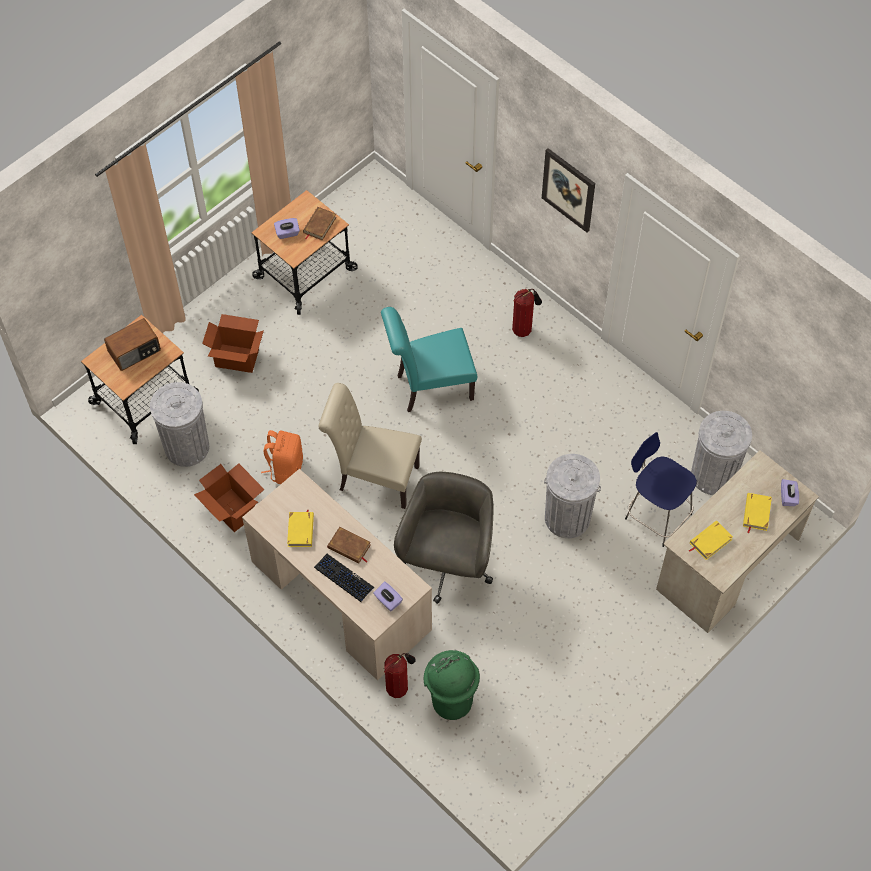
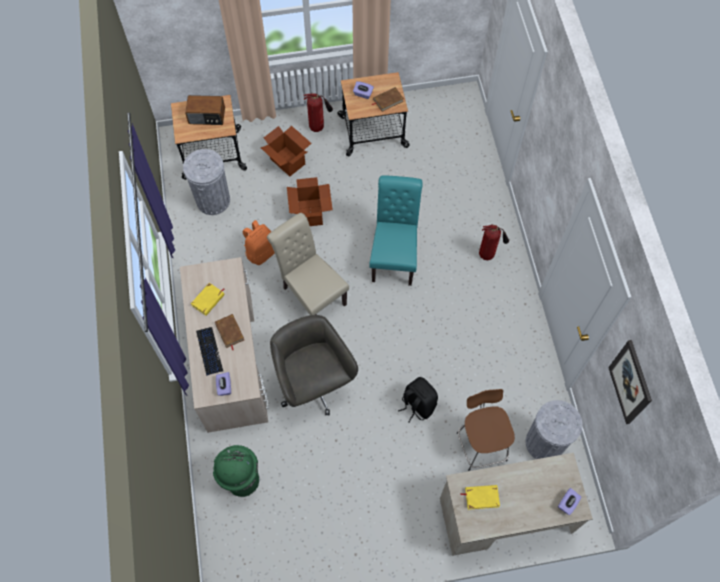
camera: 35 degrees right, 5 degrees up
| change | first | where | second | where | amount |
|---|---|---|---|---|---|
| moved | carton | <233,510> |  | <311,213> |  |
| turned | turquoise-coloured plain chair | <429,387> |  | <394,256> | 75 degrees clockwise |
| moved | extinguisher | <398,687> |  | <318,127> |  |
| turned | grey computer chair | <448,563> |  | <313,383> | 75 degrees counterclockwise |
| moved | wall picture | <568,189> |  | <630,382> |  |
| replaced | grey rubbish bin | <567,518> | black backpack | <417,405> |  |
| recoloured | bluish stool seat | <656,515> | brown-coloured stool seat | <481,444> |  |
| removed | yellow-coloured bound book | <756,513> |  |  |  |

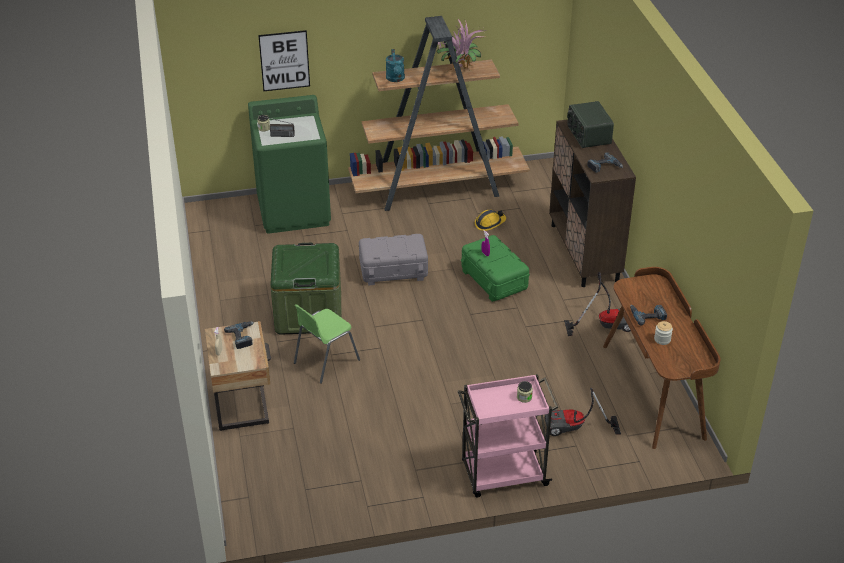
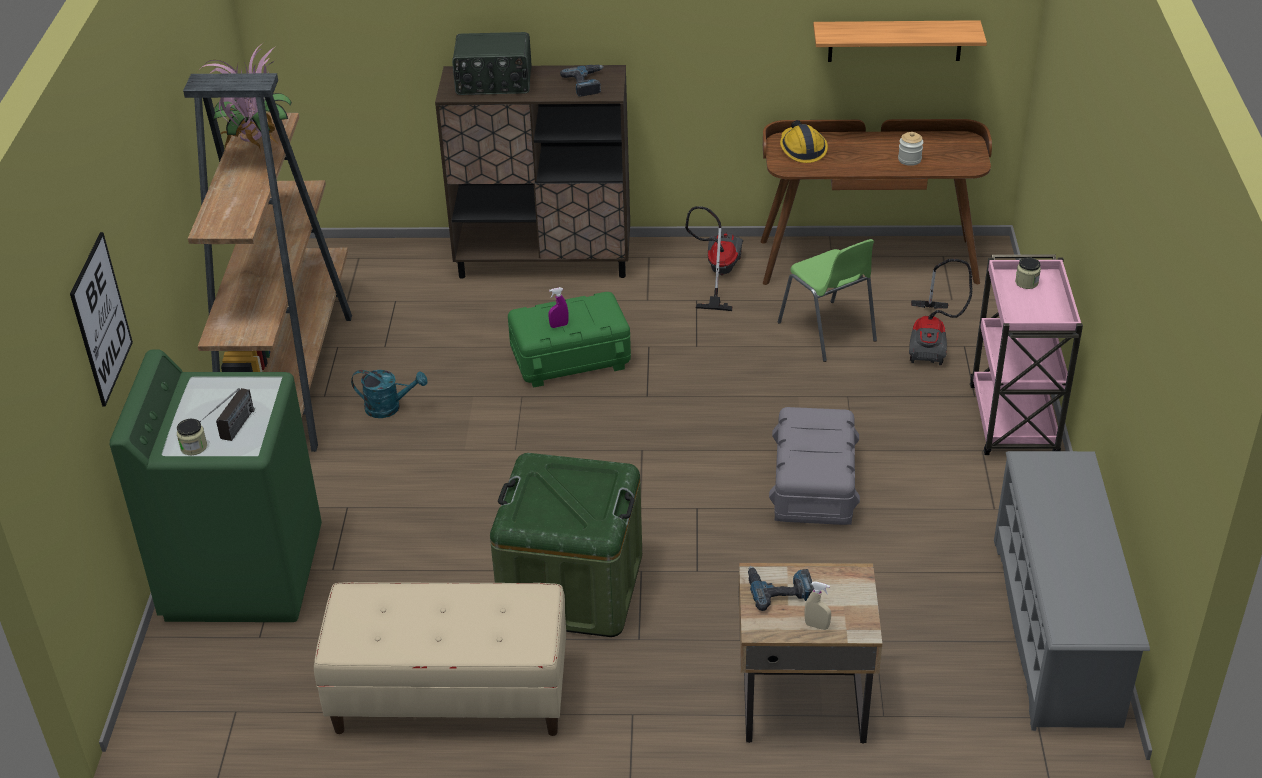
camera: 75 degrees left, 0 degrees up
| change | first | where | second | where | amount |
|---|---|---|---|---|---|
| moved | greenish plain chair | <325,361> |  | <827,332> |  |
| moved | grey storage box | <393,270> |  | <814,487> |  |
| moved | turquoise-coloured watering can | <395,79> |  | <389,407> |  |
| moved | work helmet | <489,223> |  | <802,149> |  |
| removed | drill | <647,315> |  |  |  |
| added |  |  | beige bench | <450,697> |  |
| added |  |  | wall shelf | <895,40> |  |
| added |  |  | grey shoe shelf | <1056,630> |  |

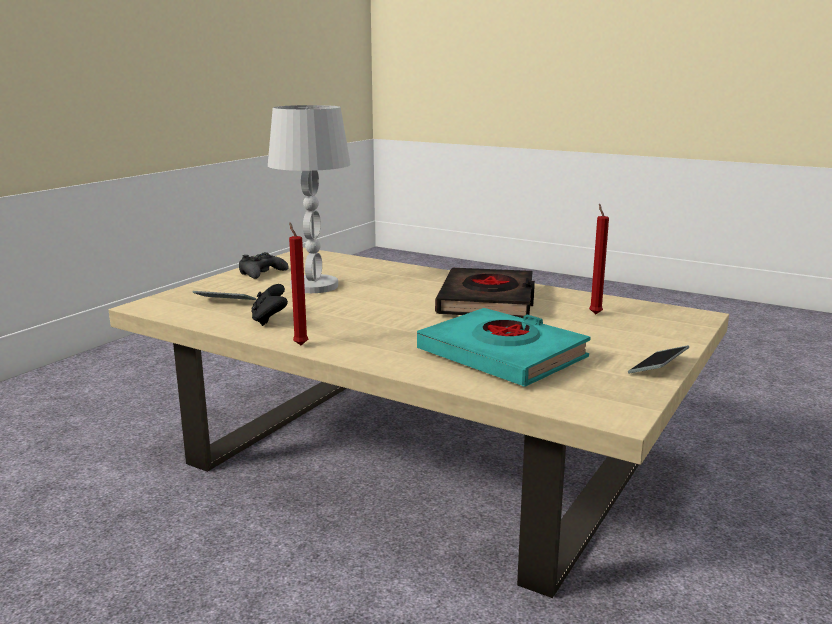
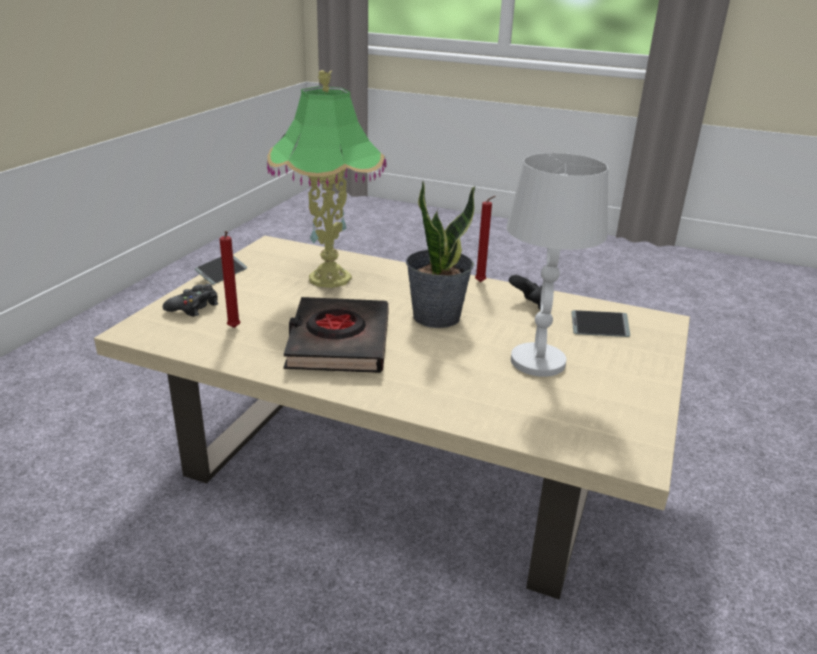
camera: 170 degrees right, 10 degrees up
| change | first | where | second | where | amount |
|---|---|---|---|---|---|
| moved | black gamepad | <261,273> |  | <194,307> |  |
| replaced | turquoise-coloured bound book | <502,355> | lamp for a table | <330,279> |  |
| added |  |  | plant in a pot | <436,316> |  |

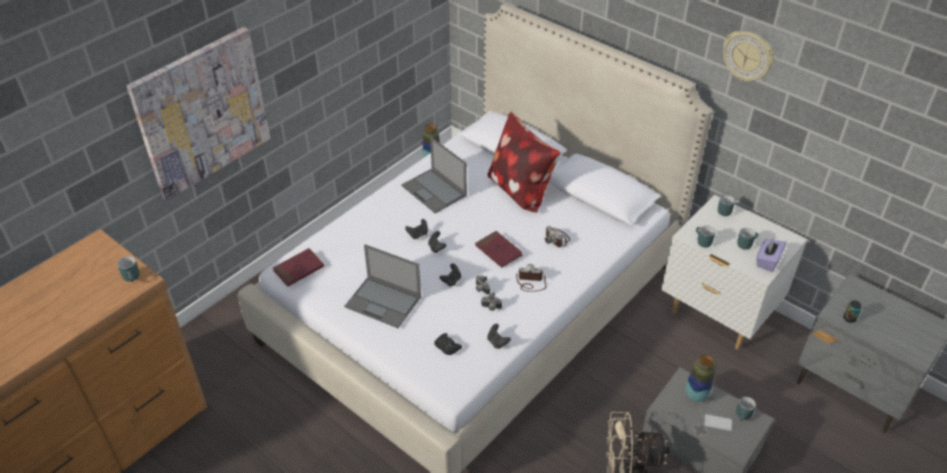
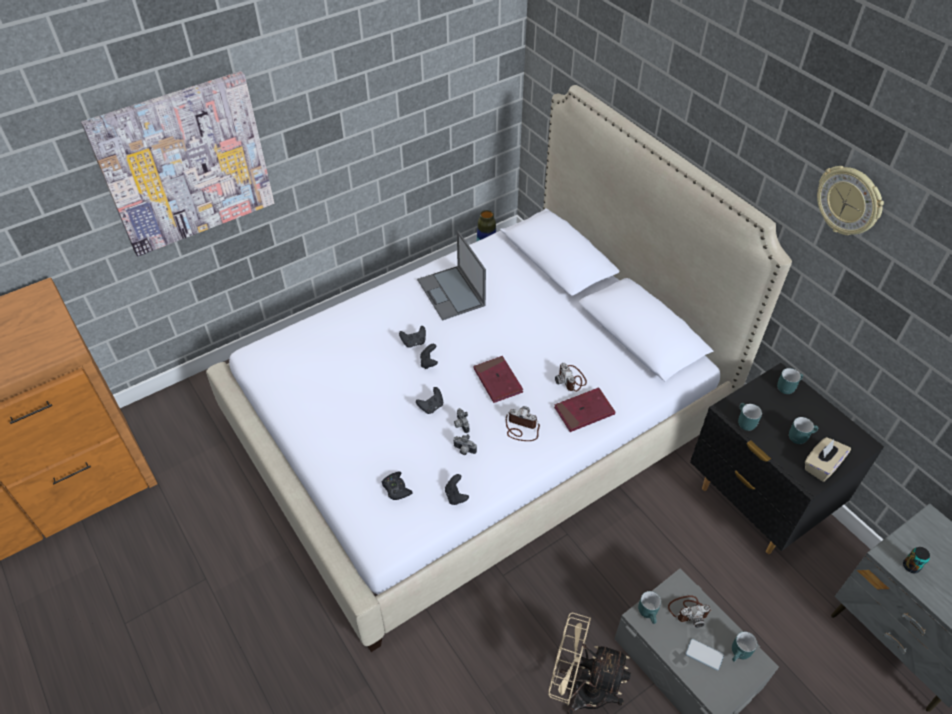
camera: 15 degrees right, 5 degrees up
| change | first | where | second | where | amount |
|---|---|---|---|---|---|
| moved | turquoise-coloured tea mug | <133,277> |  | <649,613> |  |
| moved | red bound book | <299,269> |  | <584,411> |  |
| removed | laptop | <384,302> |  |  |  |
| removed | throw pillow | <520,189> |  |  |  |
| recoloured | white-coloured bedside table | <717,316> | black bedside table | <756,504> |  |
| replaced | decorative vase | <696,395> | photo camera | <688,611> |  |
| recoloured | purple tissue holder | <767,261> | beige tissue holder | <821,466> |  |

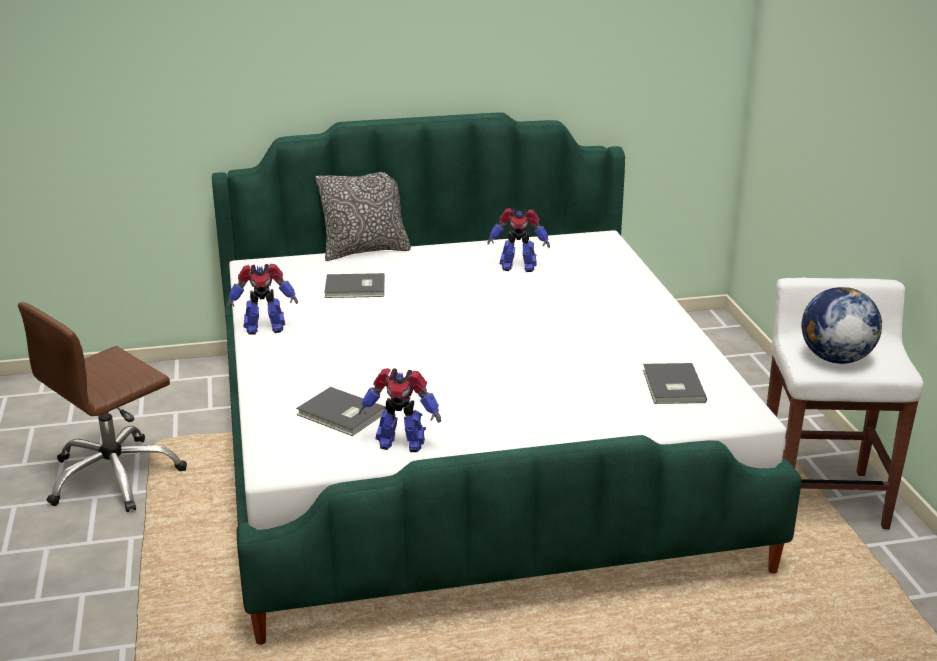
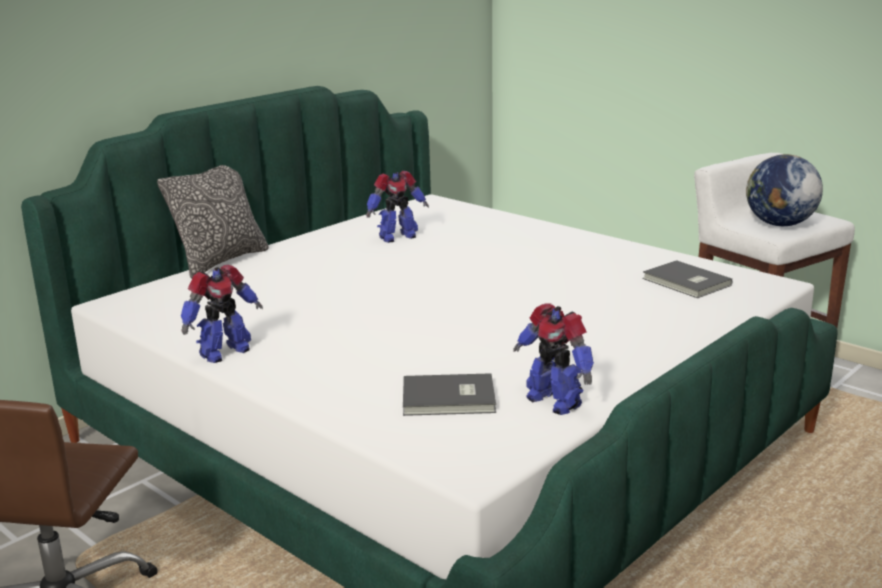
camera: 35 degrees left, 5 degrees down
| change | first | where | second | where | amount |
|---|---|---|---|---|---|
| removed | grey bound book | <356,288> |  |  |  |
| turned | model robot | <401,443> |  | <554,401> | 75 degrees clockwise |

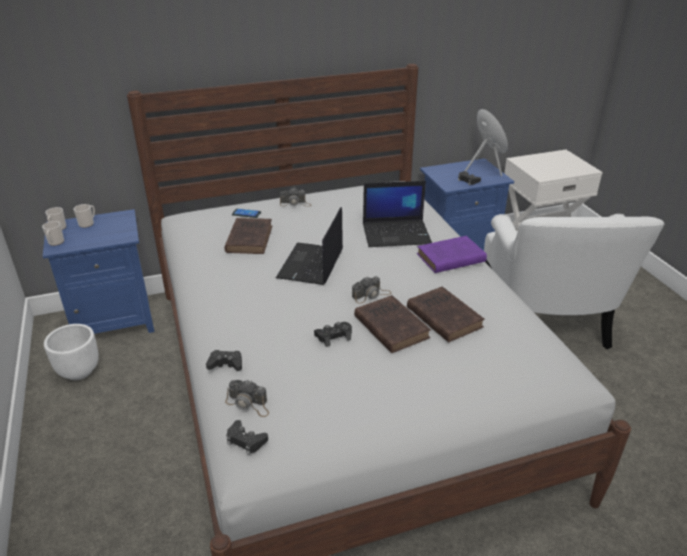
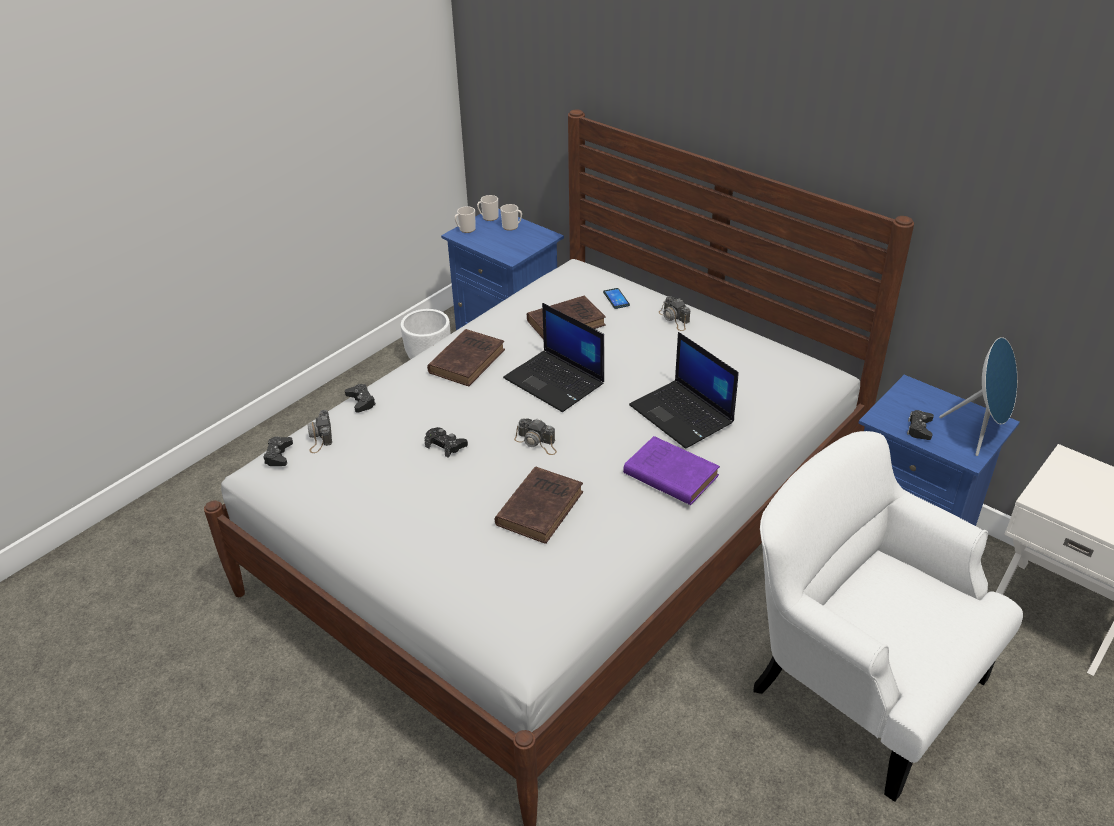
camera: 60 degrees right, 5 degrees up
| change | first | where | second | where | amount |
|---|---|---|---|---|---|
| turned | laptop | <311,265> |  | <555,381> | 120 degrees counterclockwise |
| moved | brown-coloured bound book | <390,326> |  | <468,360> |  |
| turned | white-coloured armchair | <547,318> |  | <860,684> | 75 degrees clockwise |

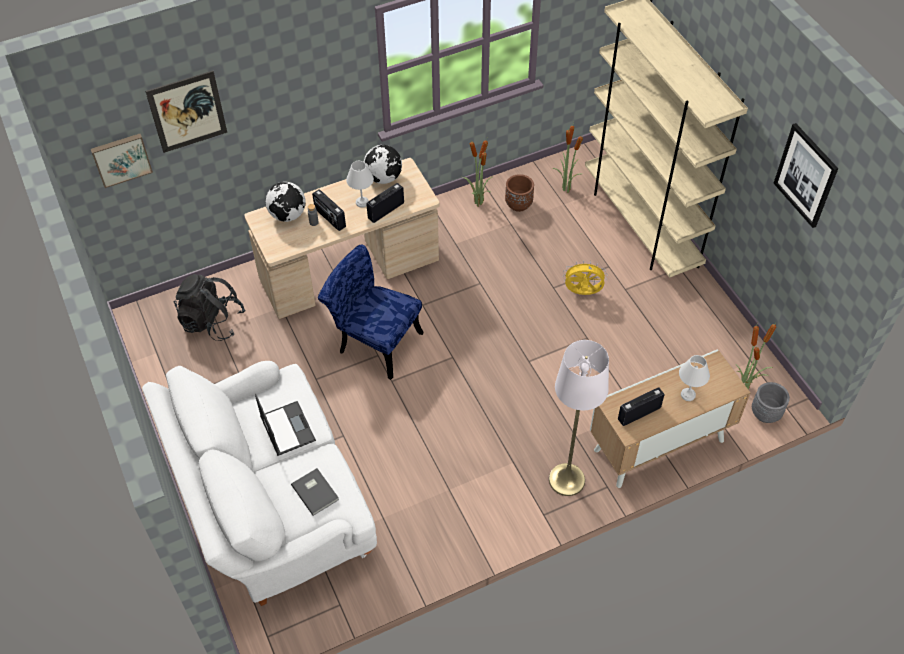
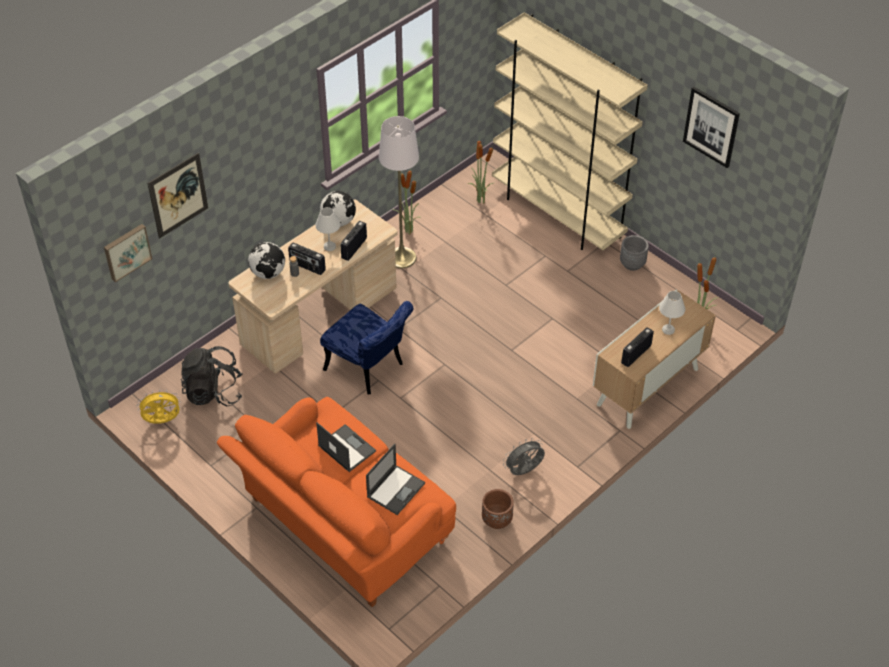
camera: 20 degrees left, 5 degrees down
| change | first | where | second | where | amount |
|---|---|---|---|---|---|
| recoloured | white-coloured sofa | <271,504> | orange-coloured sofa | <342,526> |  |
| replaced | grey bound book | <315,491> | laptop | <396,489> |  |
| turned | bluish plain chair | <374,341> |  | <369,369> | 150 degrees counterclockwise |
| moved | brown-coloured flower pot | <518,204> |  | <497,520> |  |
| moved | white-coloured standing lamp | <566,479> |  | <401,257> |  |
| moved | yellow-coloured cooling fan | <582,293> |  | <162,421> |  |
| moved | grey flower pot | <765,413> |  | <632,264> |  |
| added |  |  | grey cooling fan | <524,471> |  |

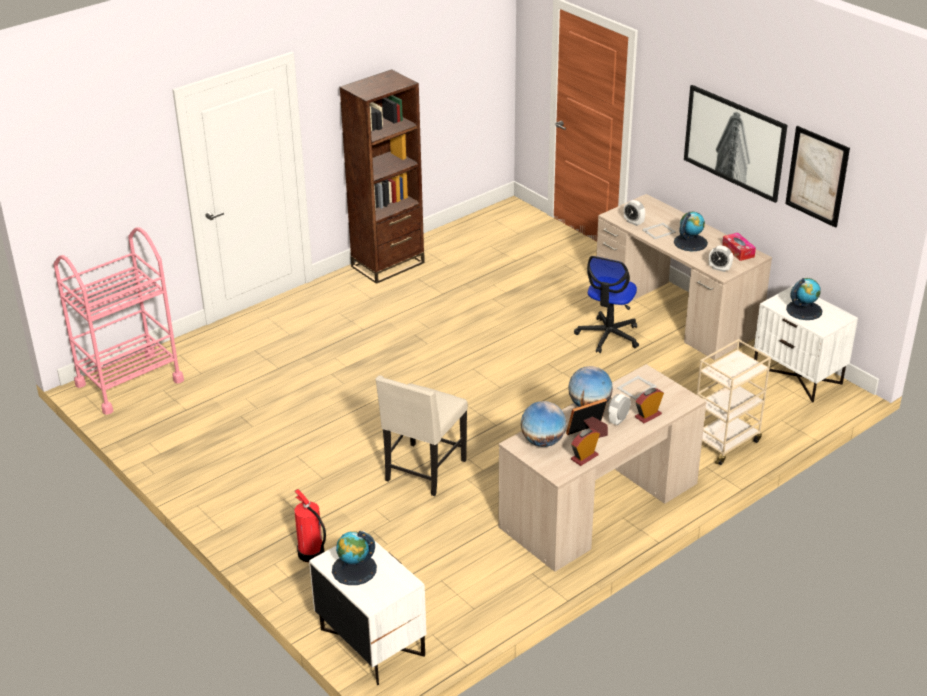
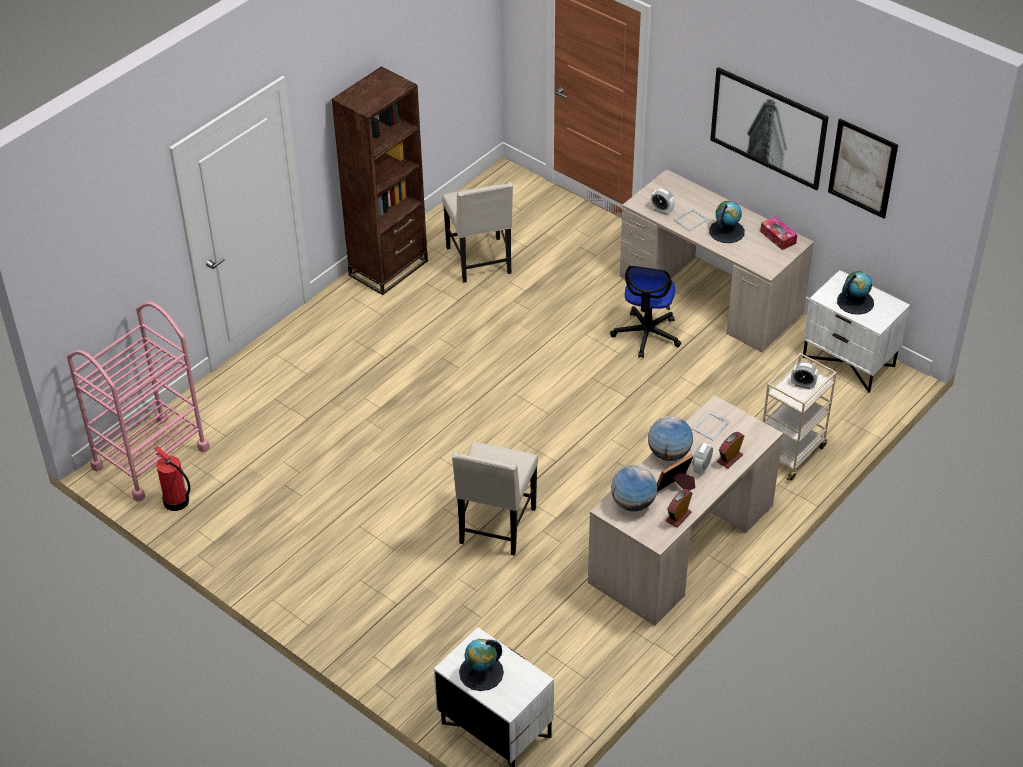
camera: 10 degrees left, 10 degrees up
| change | first | where | second | where | amount |
|---|---|---|---|---|---|
| moved | extinguisher | <311,553> |  | <176,502> |  |
| moved | bedside clock | <719,268> |  | <803,385> |  |
| added |  |  | beige plain chair | <480,261> |  |

